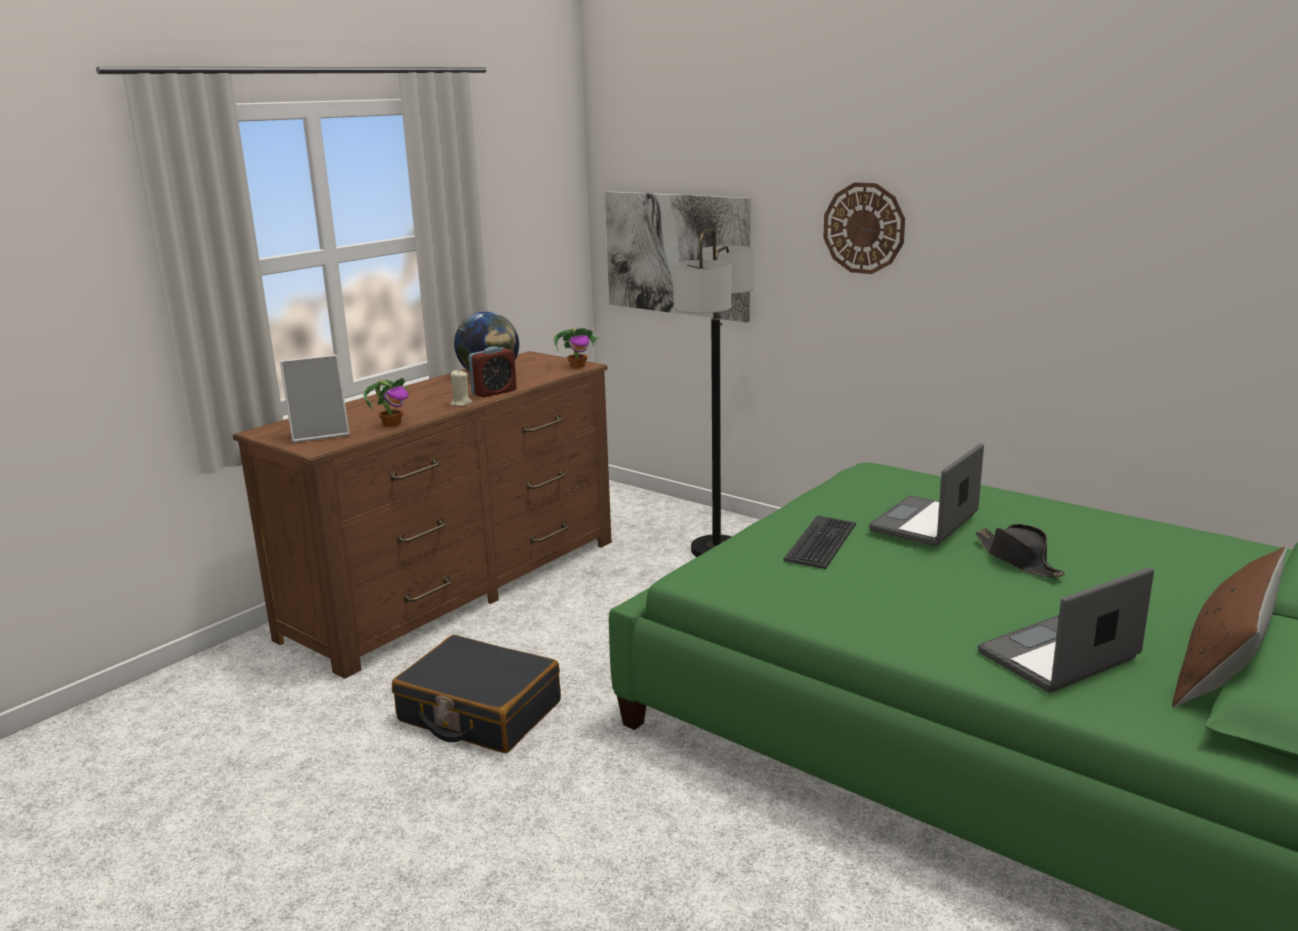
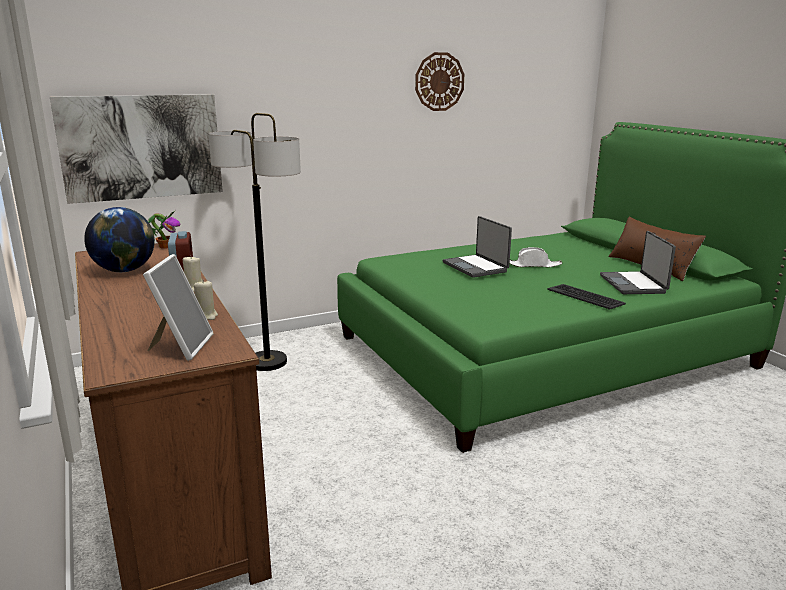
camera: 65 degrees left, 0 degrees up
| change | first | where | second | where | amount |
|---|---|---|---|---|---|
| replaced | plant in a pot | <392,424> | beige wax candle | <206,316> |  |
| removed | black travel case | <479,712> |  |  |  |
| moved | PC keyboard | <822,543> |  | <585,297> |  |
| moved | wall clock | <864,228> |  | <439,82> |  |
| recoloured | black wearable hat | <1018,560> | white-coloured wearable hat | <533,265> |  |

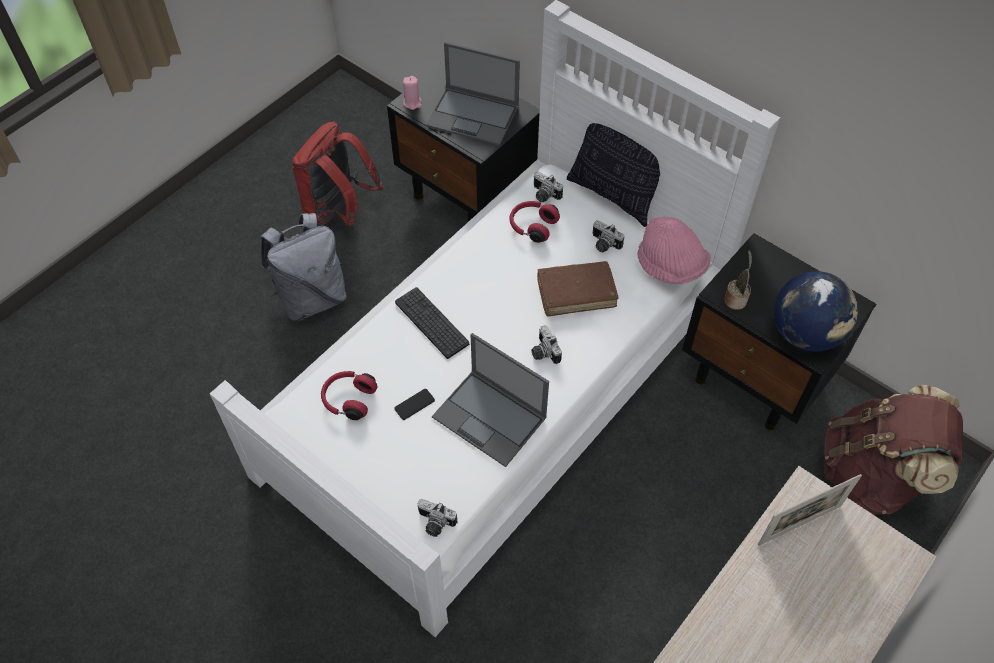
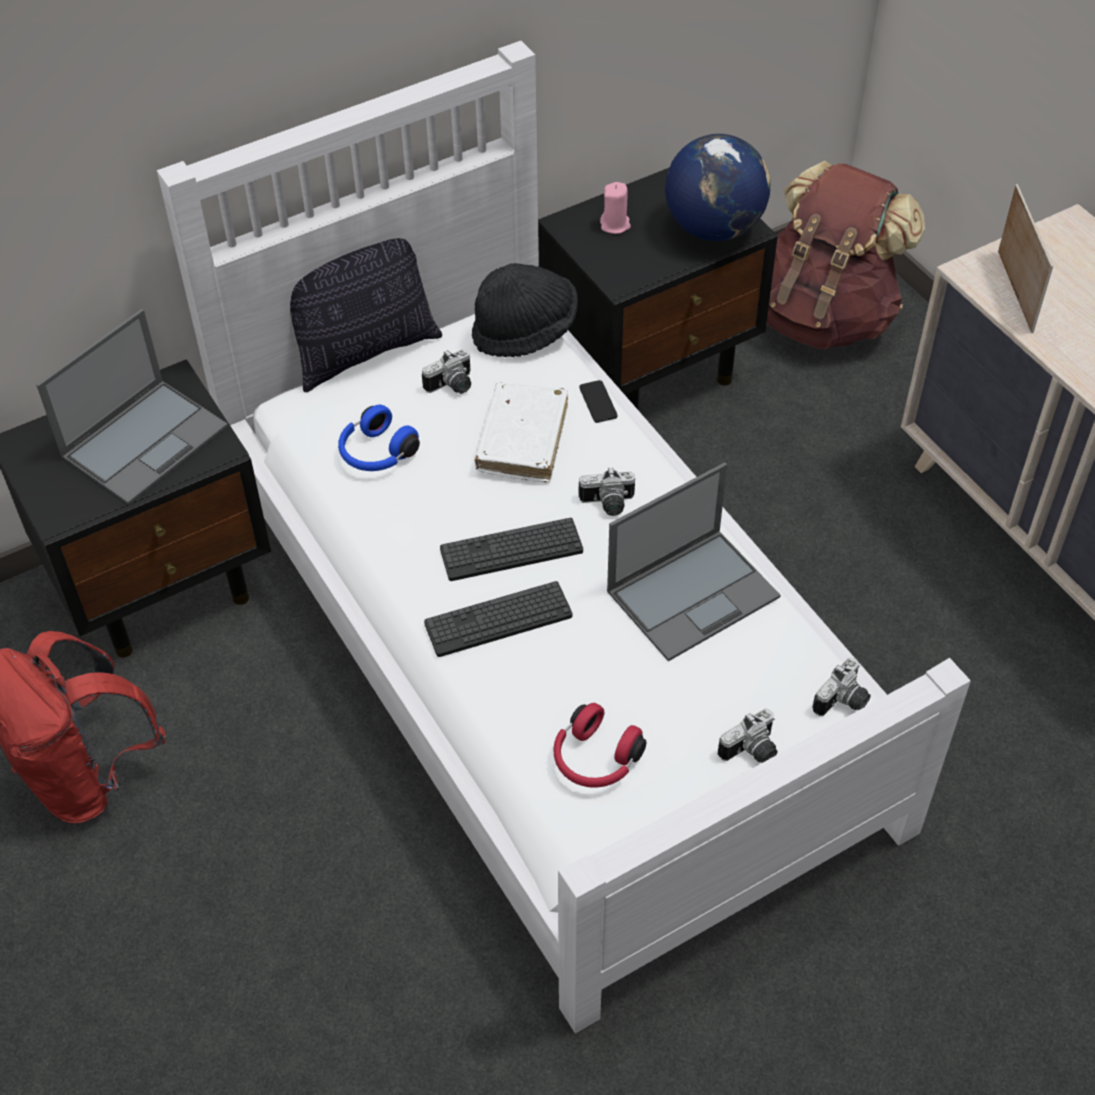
camera: 70 degrees left, 5 degrees down
| change | first | where | second | where | amount |
|---|---|---|---|---|---|
| removed | grey backpack | <312,298> |  |  |  |
| moved | phone | <414,404> |  | <598,402> |  |
| moved | pink wax candle | <412,103> |  | <615,225> |  |
| recoloured | red pair of headphones | <532,226> | bluish pair of headphones | <376,453> |  |
| moved | photo camera | <544,195> |  | <752,752> |  |
| recoloured | brown-coloured bound book | <576,293> | white-coloured bound book | <522,440> |  |
| recoloured | pink wearable hat | <670,266> | black wearable hat | <525,331> |  |
| removed | plant in a pot | <735,299> |  |  |  |
| added |  |  | PC keyboard | <511,550> |  |

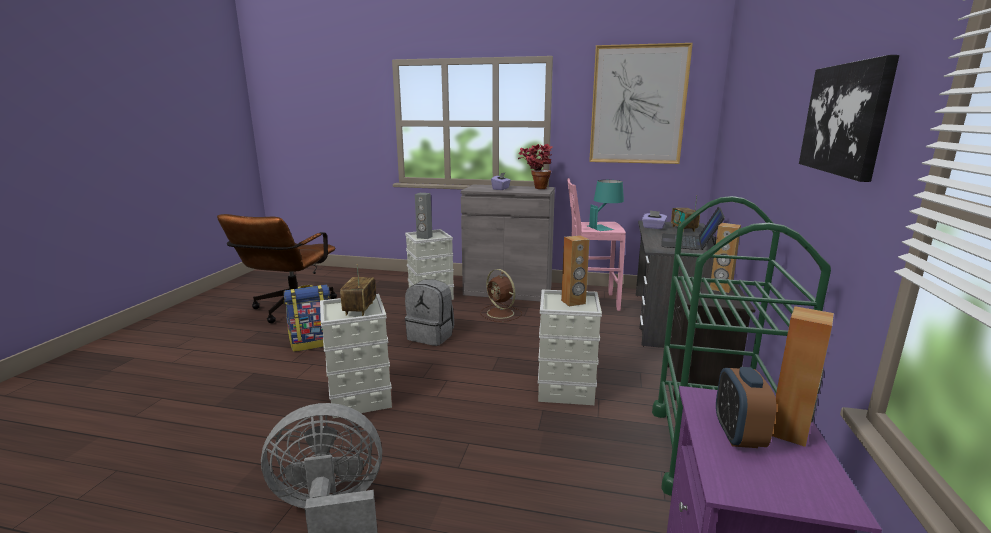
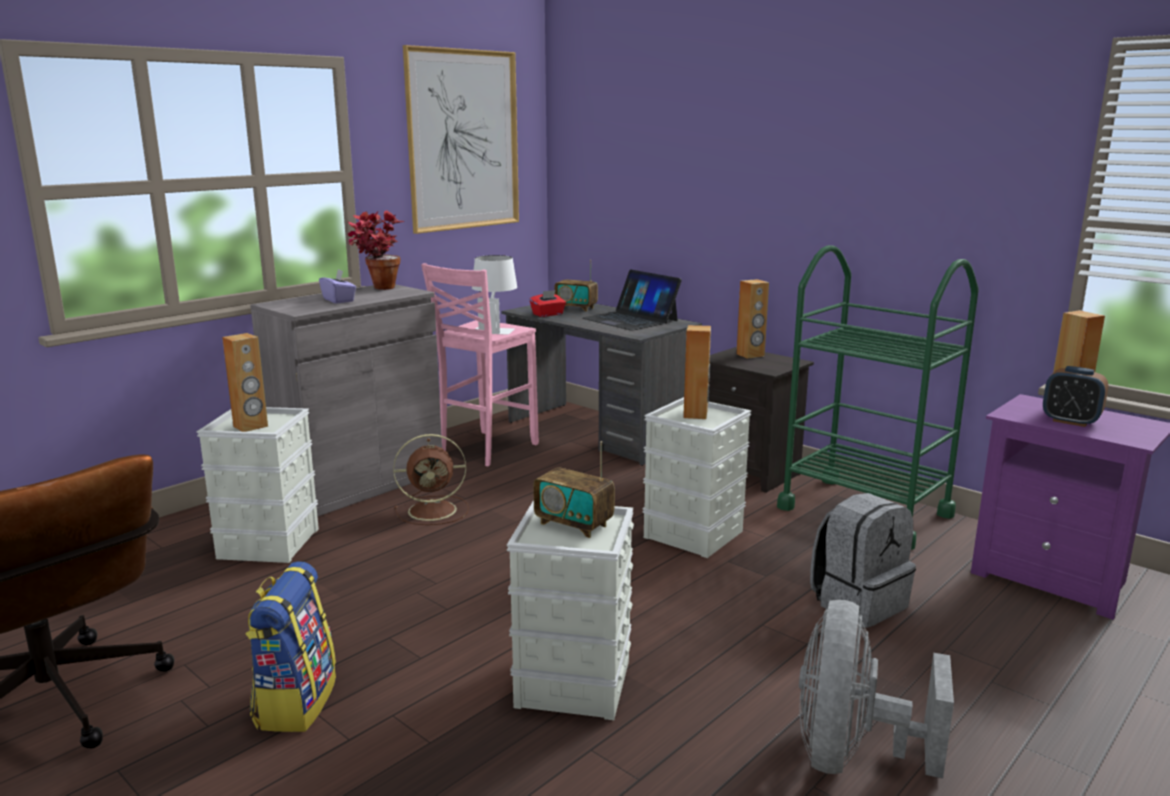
camera: 60 degrees left, 0 degrees up
| change | first | where | second | where | amount |
|---|---|---|---|---|---|
| moved | grey backpack | <431,336> |  | <858,603> |  |
| recoloured | grey audio speaker | <424,237> | brown-coloured audio speaker | <251,426> |  |
| recoloured | turquoise-coloured lamp for a table | <605,227> | white-coloured lamp for a table | <494,328> |  |
| recoloured | purple tissue holder | <653,227> | red tissue holder | <548,314> |  |
| removed | wall picture | <845,119> |  |  |  |

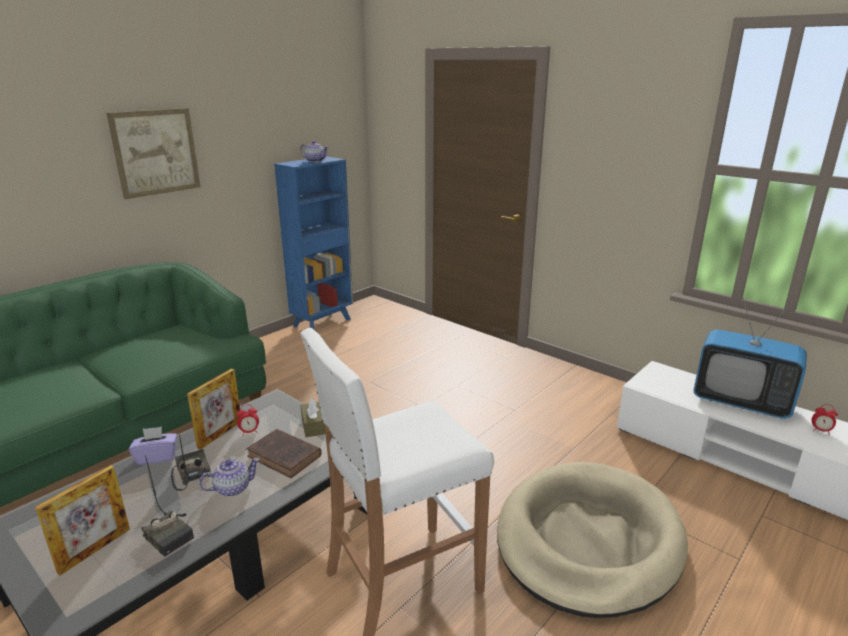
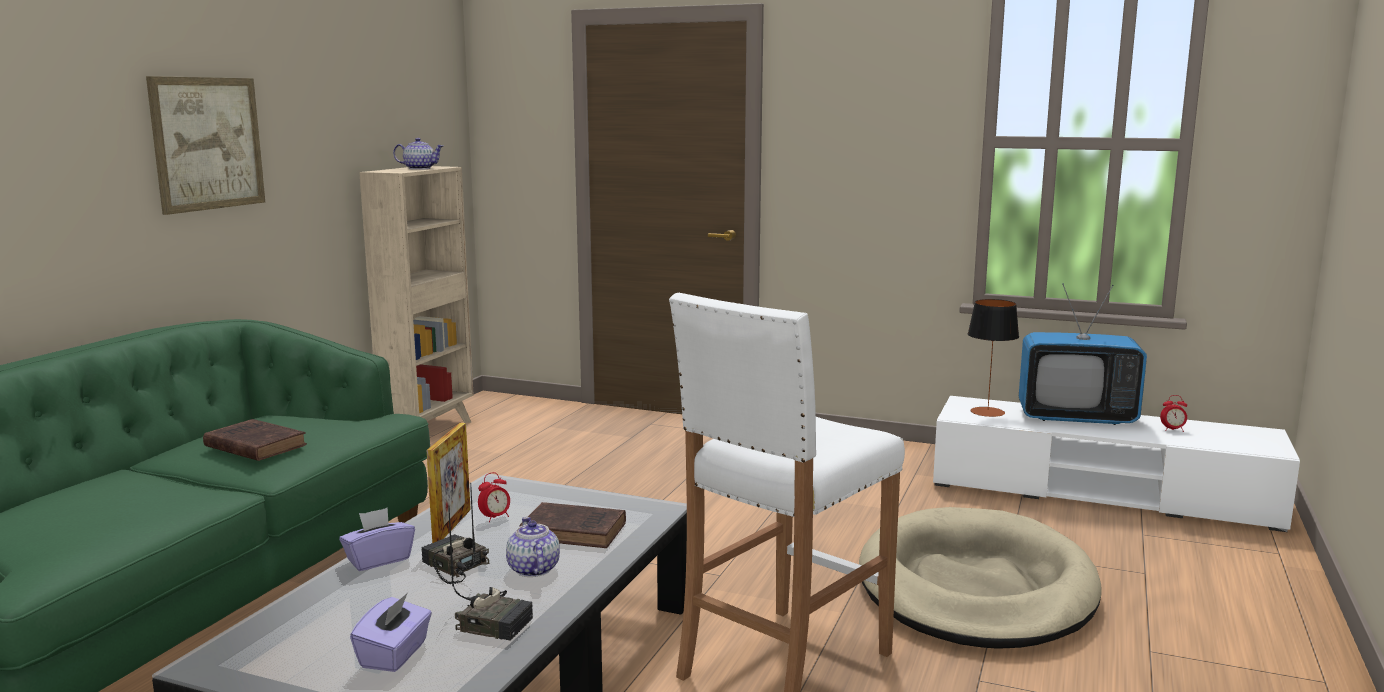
camera: 20 degrees left, 10 degrees down
| change | first | where | second | where | amount |
|---|---|---|---|---|---|
| replaced | standing frame | <95,550> | purple tissue holder | <395,655> |  |
| turned | pot for tea | <232,488> |  | <533,570> | 60 degrees counterclockwise |
| recoloured | bluish bookshelf | <323,322> | beige bookshelf | <429,429> |  |
| removed | brown-coloured tissue holder | <313,425> |  |  |  |
| added |  |  | brown-coloured bound book | <254,445> |  |
| added |  |  | lamp for a table | <987,412> |  |

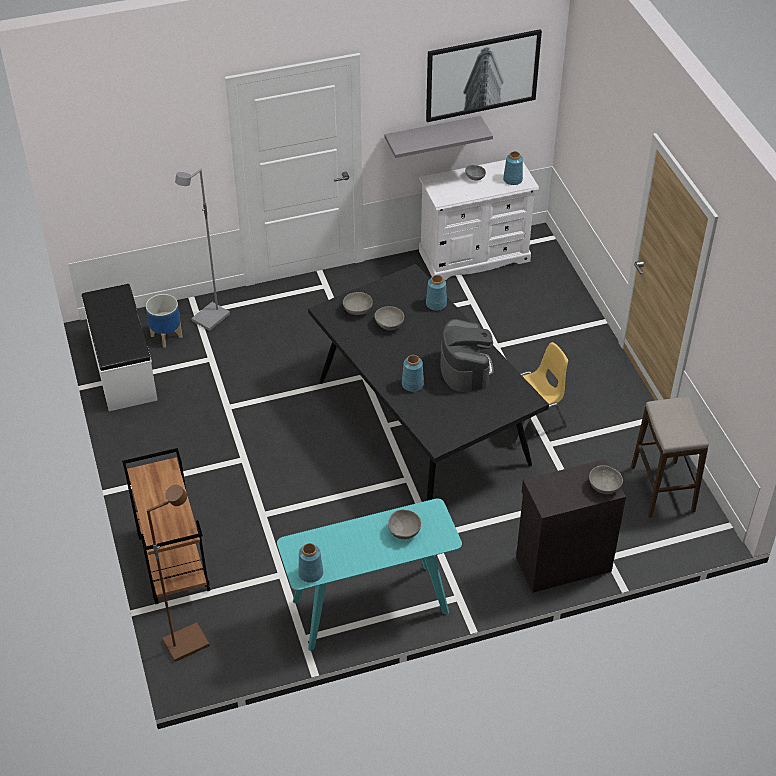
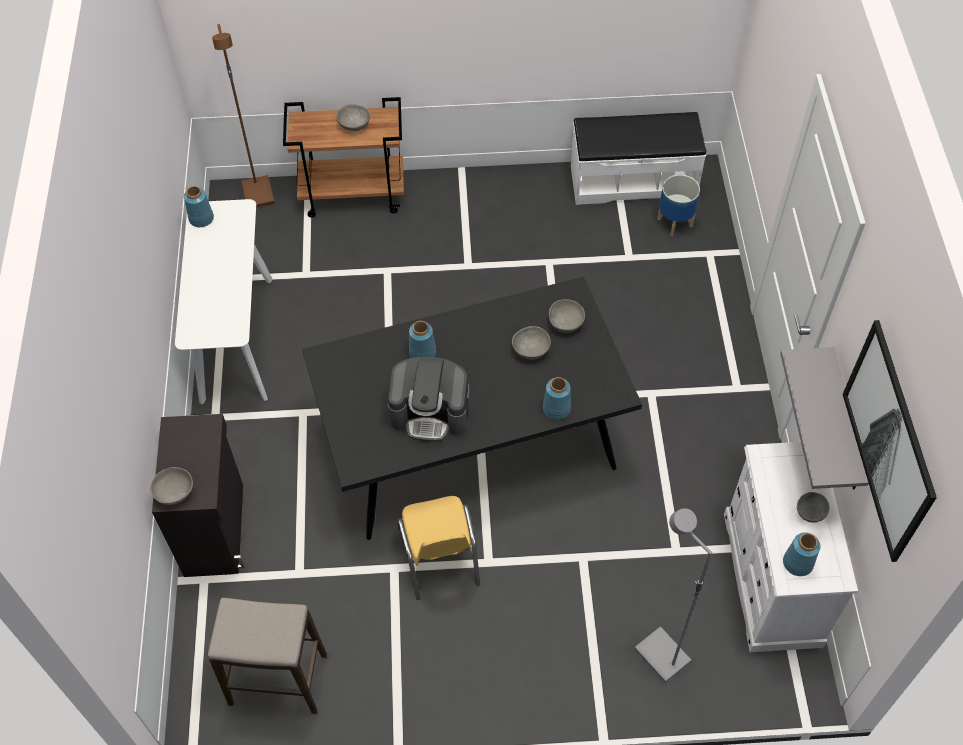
camera: 105 degrees right, 10 degrees up
| change | first | where | second | where | amount |
|---|---|---|---|---|---|
| moved | grey standing lamp | <211,318> |  | <660,656> |  |
| recoloured | turquoise-coloured narrow table | <370,607> | white-coloured narrow table | <236,338> |  |
| moved | grey deep dish | <404,532> |  | <354,125> |  |

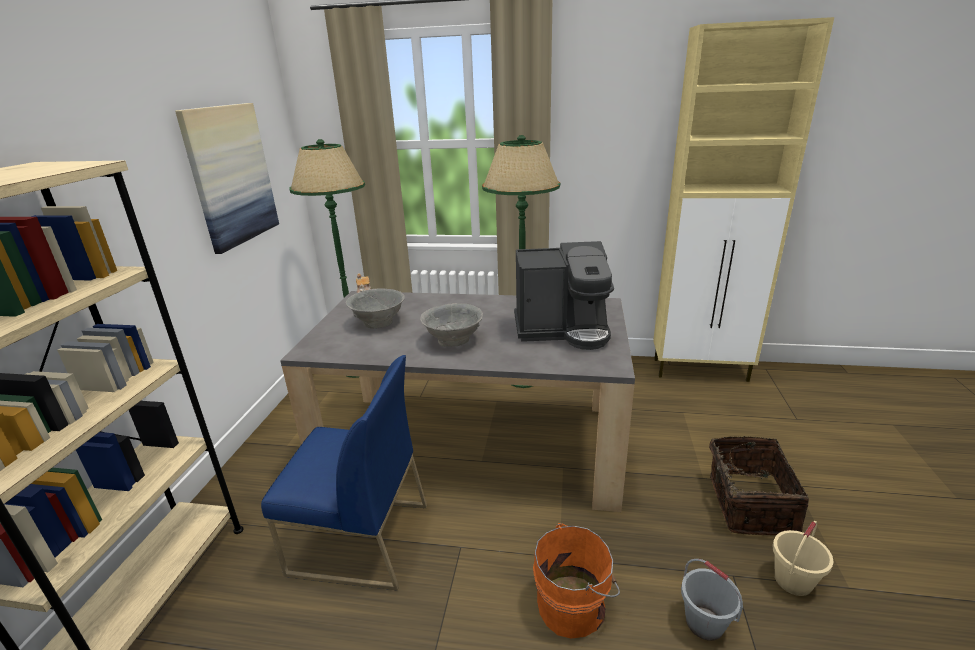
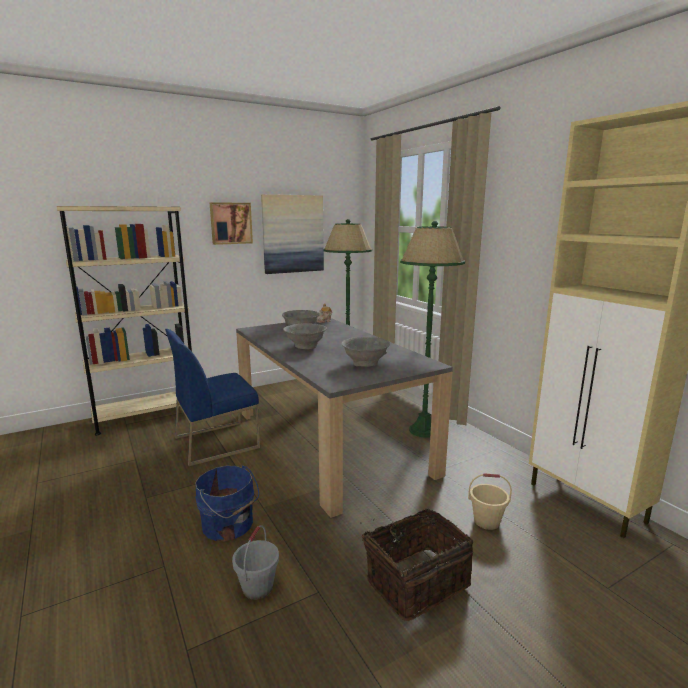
camera: 50 degrees right, 10 degrees down
| change | first | where | second | where | amount |
|---|---|---|---|---|---|
| turned | bluish plain chair | <359,539> |  | <217,442> | 90 degrees clockwise |
| replaced | coffee maker | <563,330> | grey deep dish | <365,364> |  |
| recoloured | orange-coloured water bucket | <574,605> | bluish water bucket | <229,526> |  |
| moved | beige water bucket | <793,581> |  | <486,521> |  |
| added |  |  | wall picture | <231,223> |  |

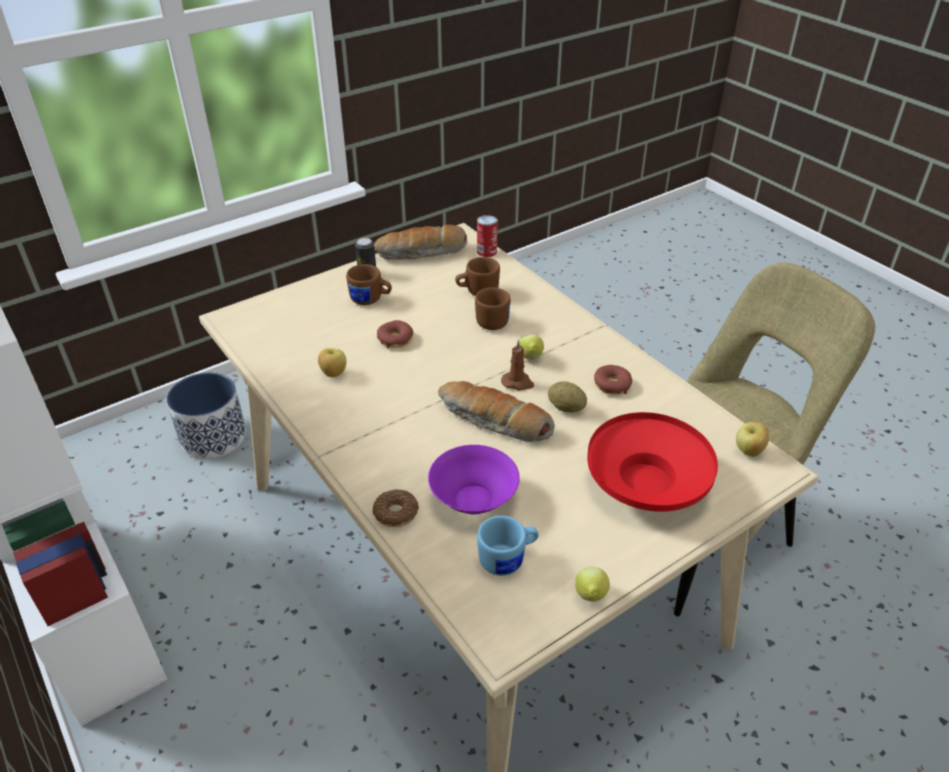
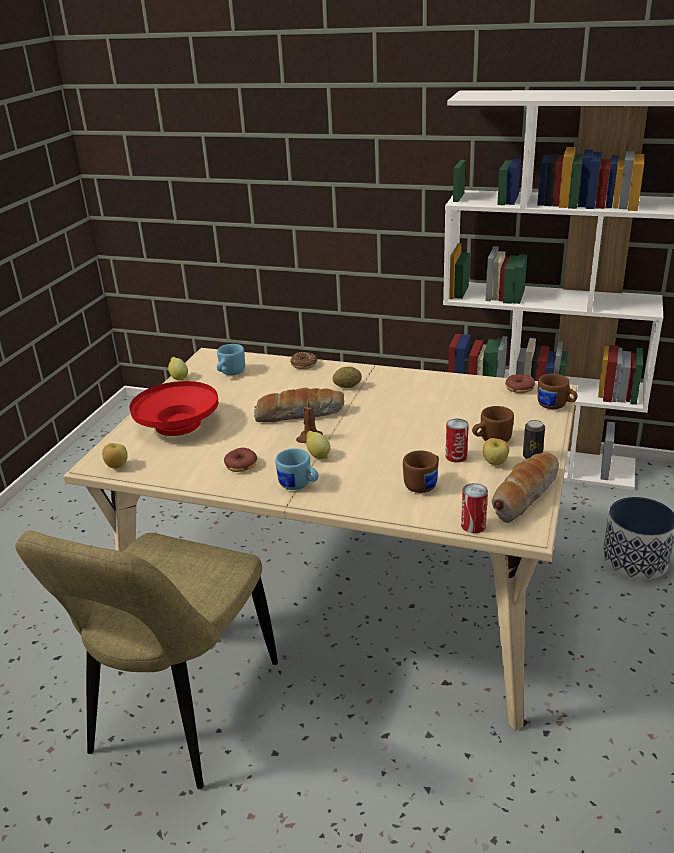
camera: 145 degrees right, 10 degrees down
| change | first | where | second | where | amount |
|---|---|---|---|---|---|
| moved | apple | <333,374> |  | <495,463> |  |
| moved | donut | <395,339> |  | <519,388> |  |
| removed | purple deep dish | <472,499> |  |  |  |
| moved | brown-coloured tea mug | <491,320> |  | <556,406> |  |
| moved | whole potato | <566,408> |  | <347,386> |  |
| added |  |  | bluish tea mug | <299,485> |  |
| added |  |  | metal can | <456,456> |  |

